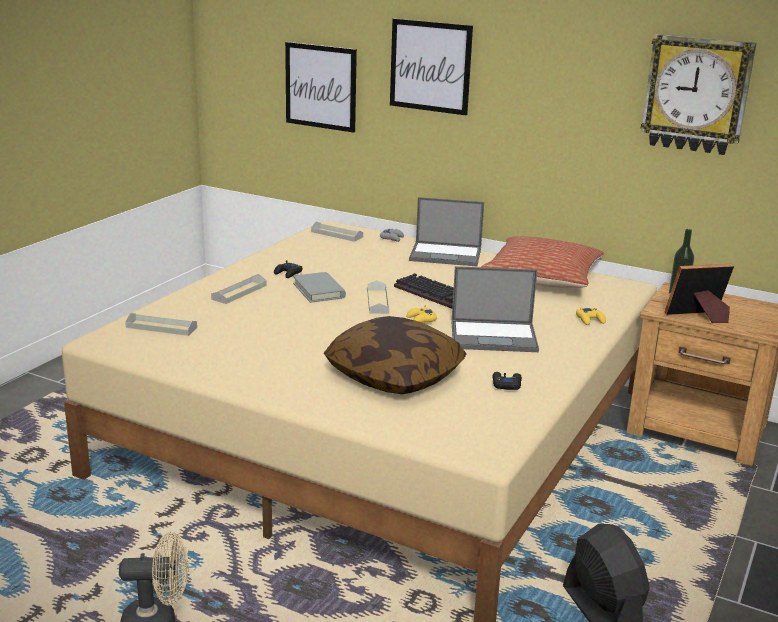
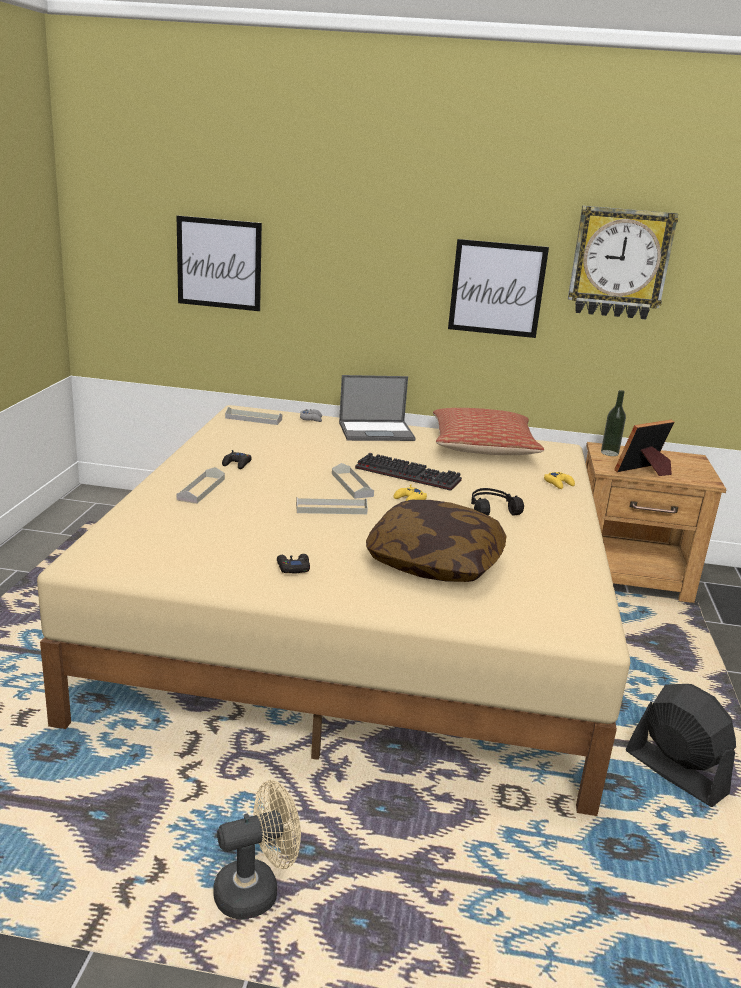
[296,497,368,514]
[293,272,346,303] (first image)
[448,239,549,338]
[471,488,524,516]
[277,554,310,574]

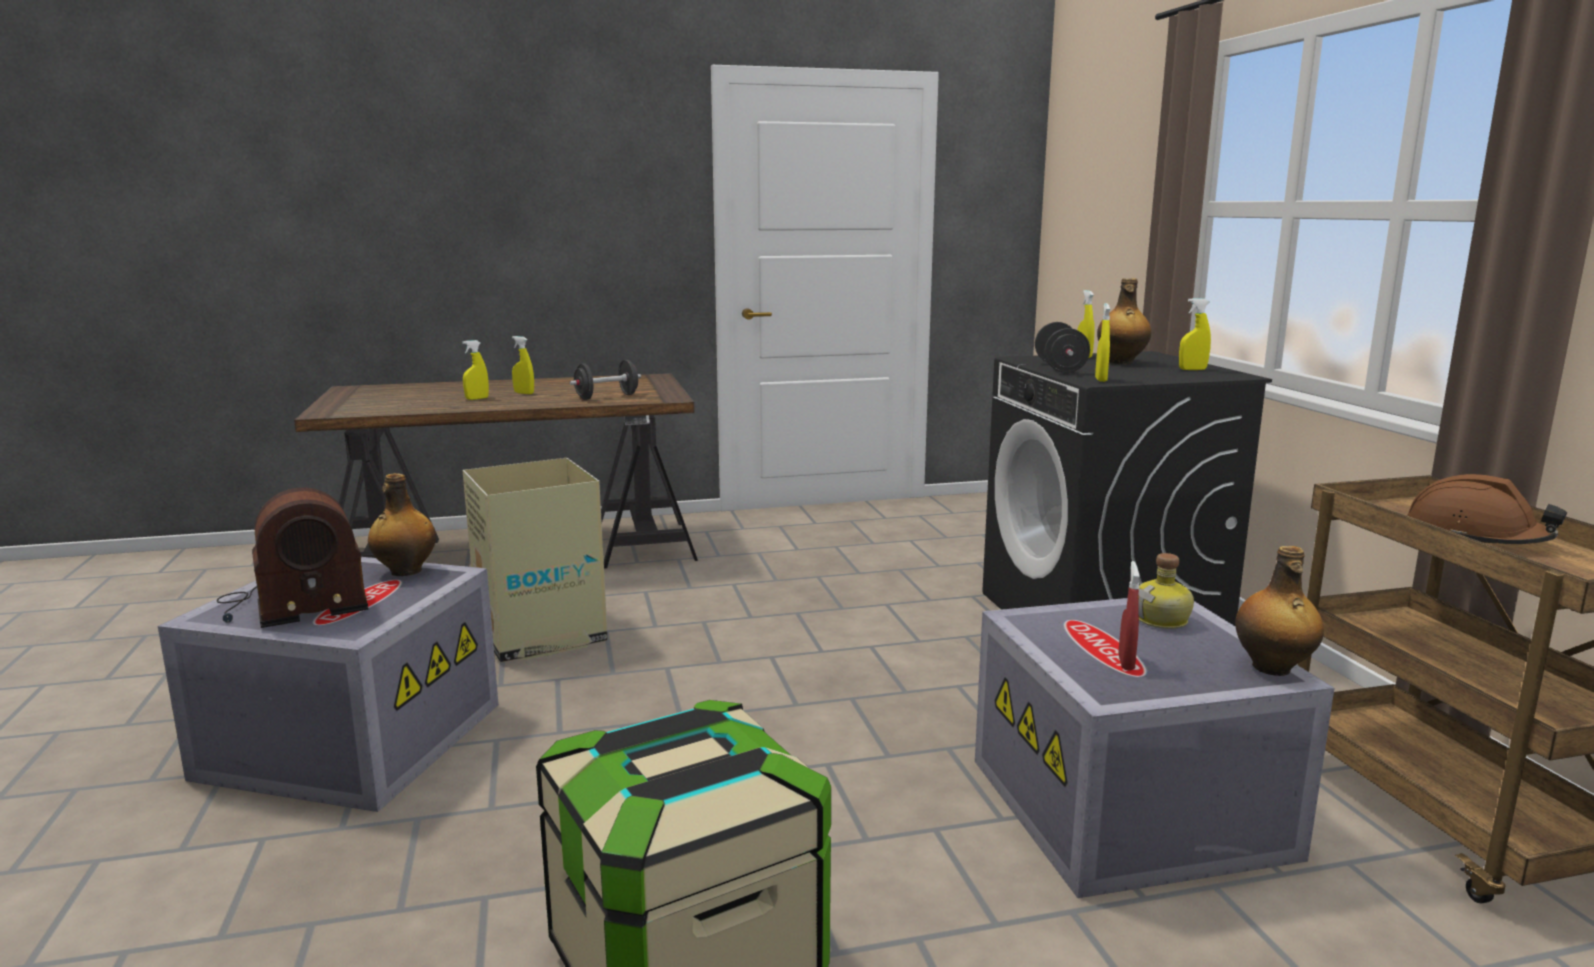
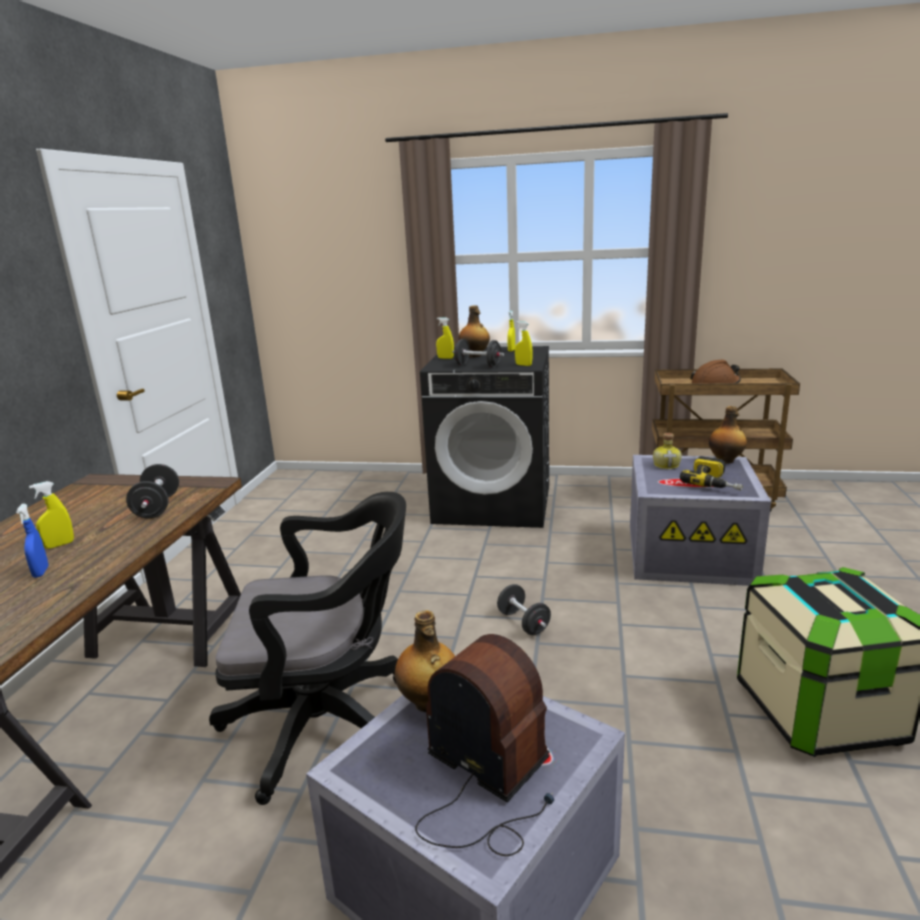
[415,634,554,856]
[16,504,49,578]
[209,492,406,805]
[680,456,743,490]
[497,584,551,635]

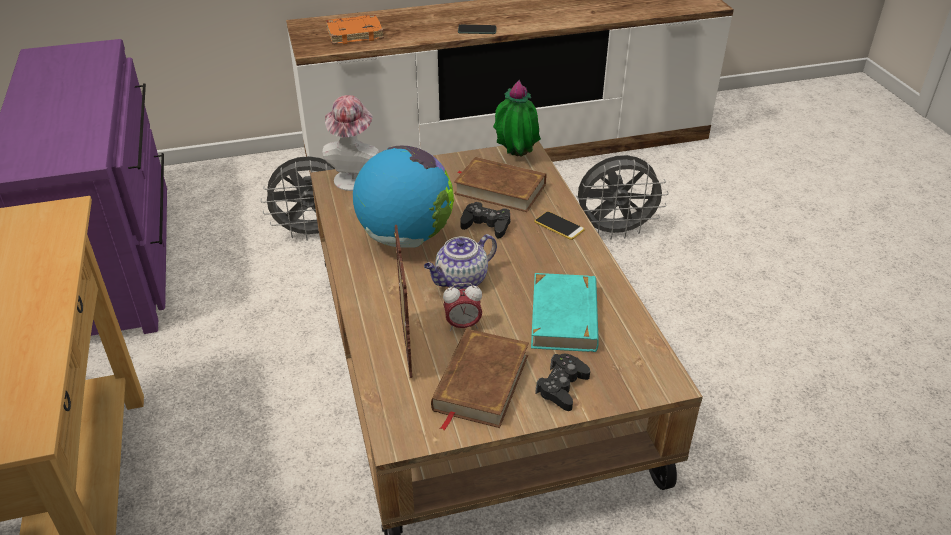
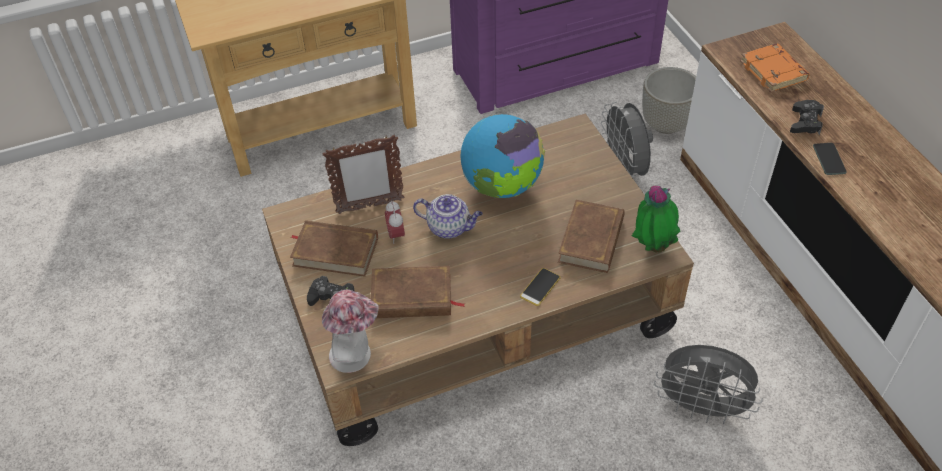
[322,290,378,373]
[413,194,483,239]
[790,100,824,135]
[371,266,465,318]
[654,345,763,424]
[642,67,696,134]

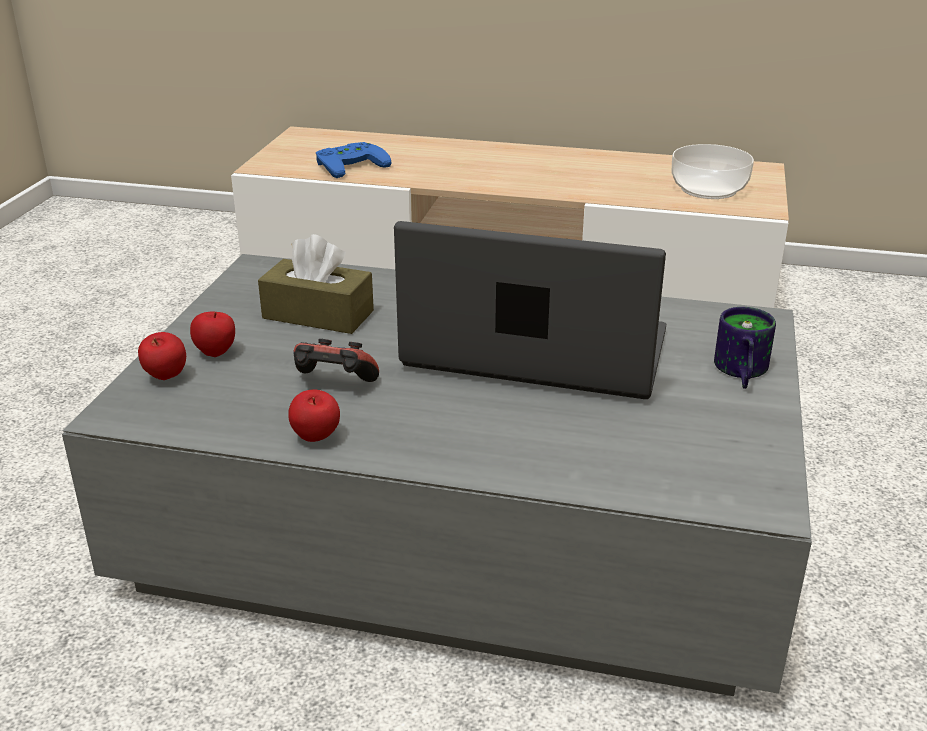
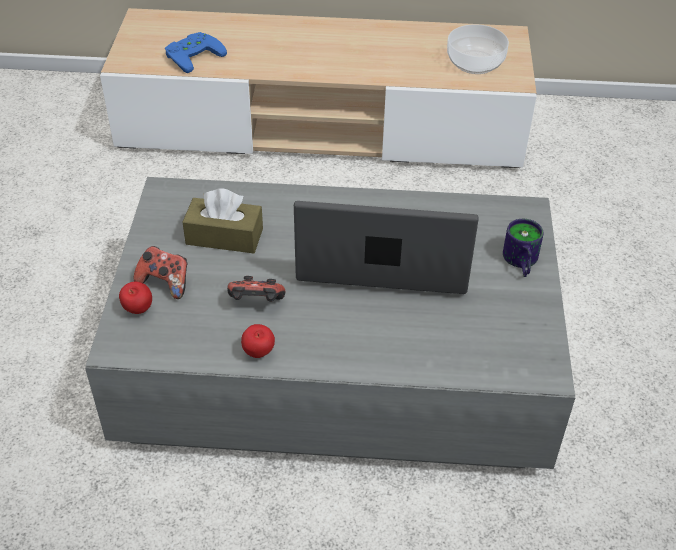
[133,246,187,299]

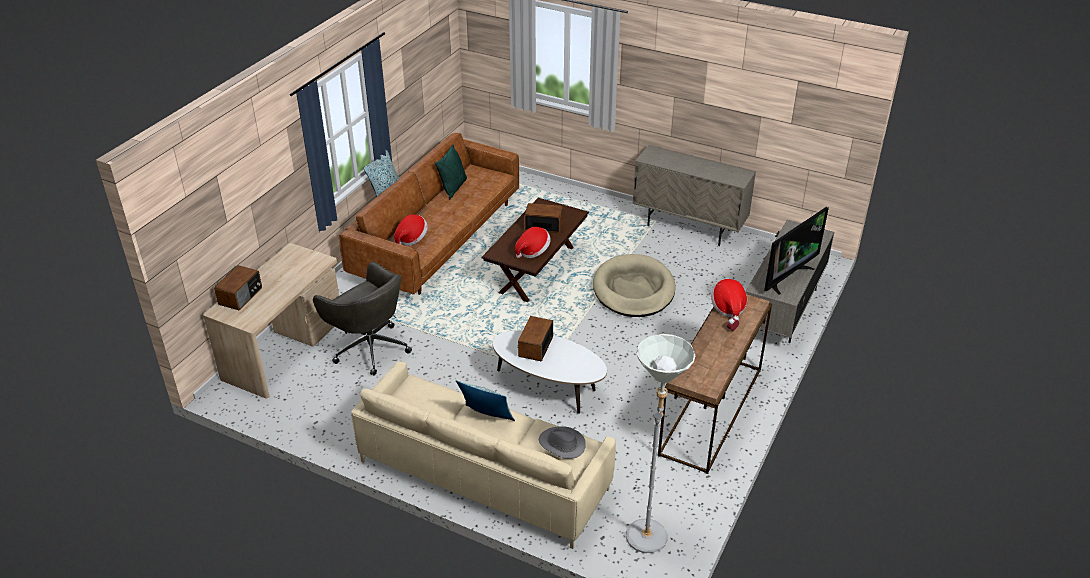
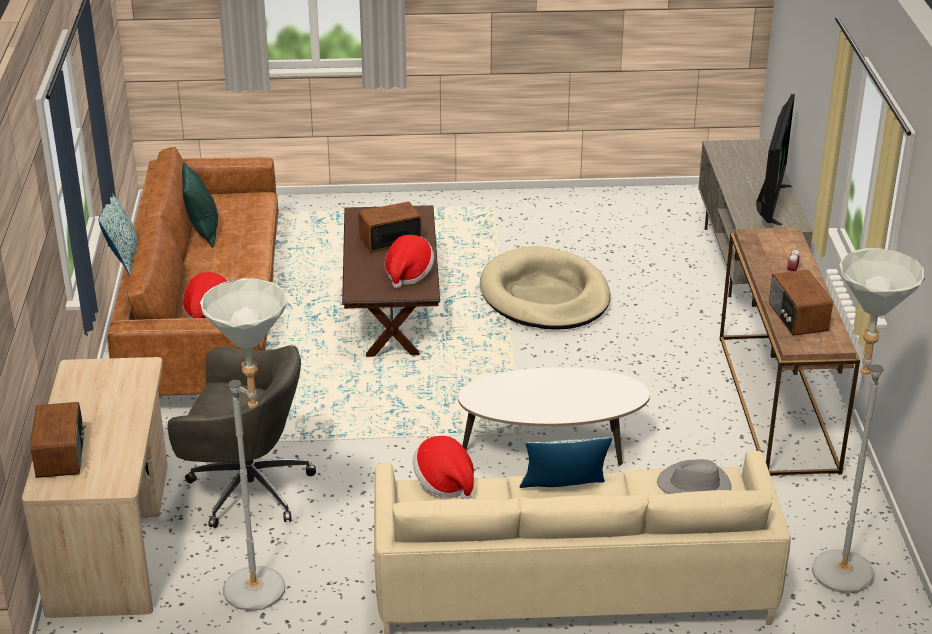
[769,270,833,336]
[632,145,756,246] (first image)
[413,436,474,499]
[200,278,287,611]

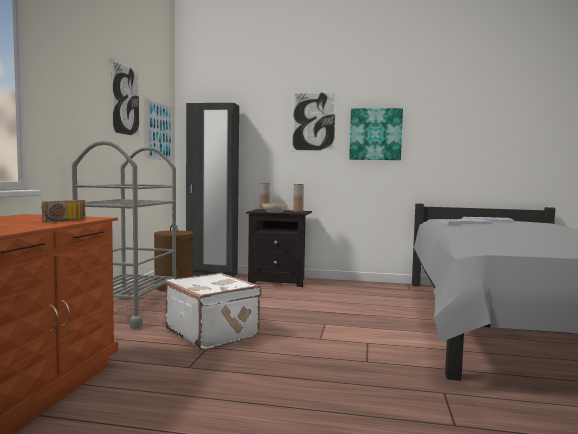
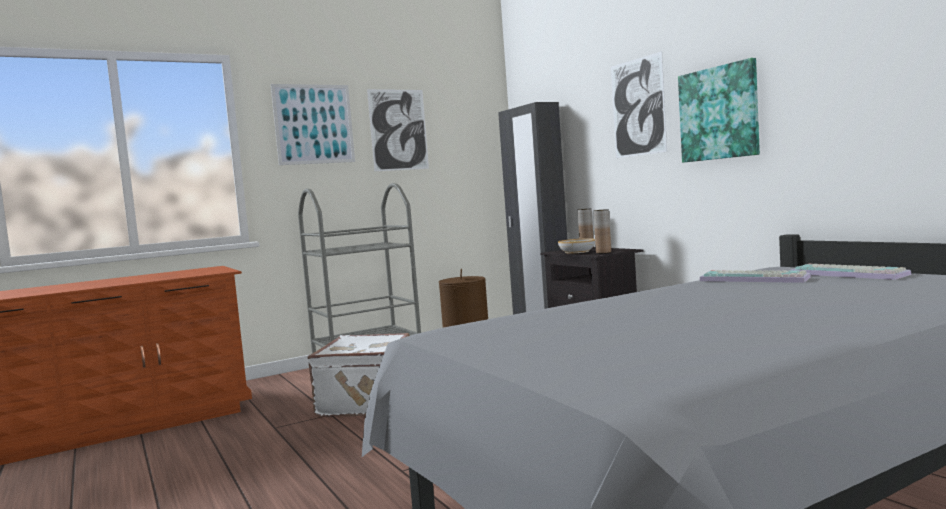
[41,200,85,222] (first image)
[271,84,355,165]

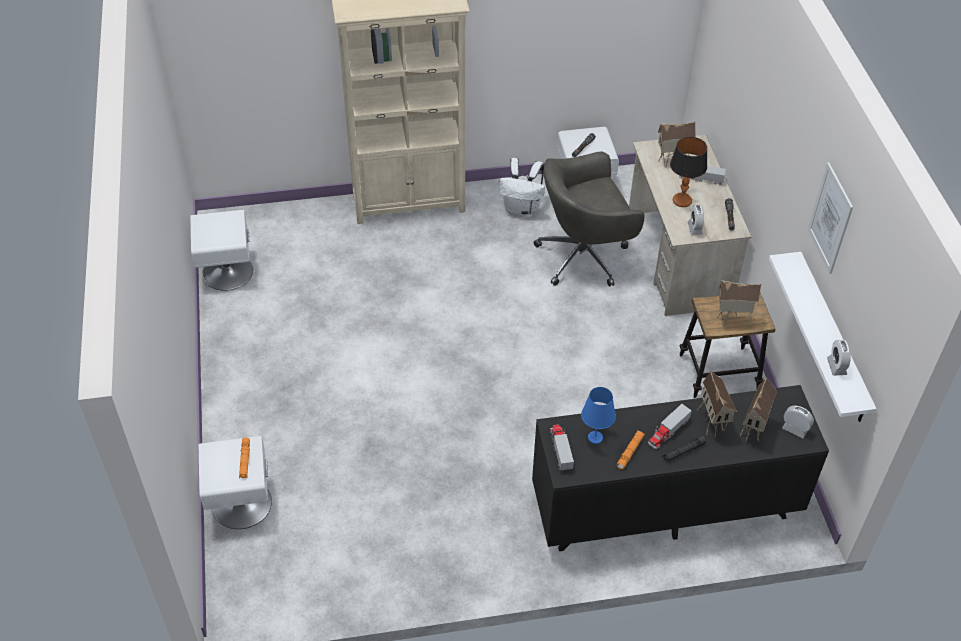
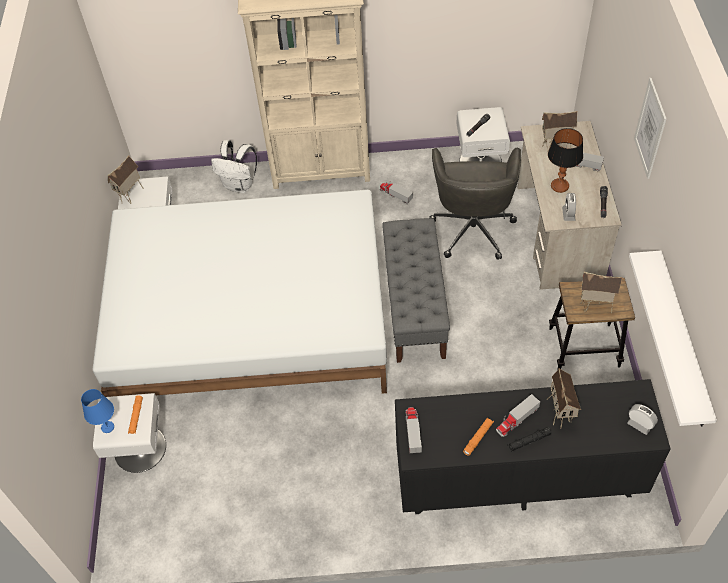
[211,140,257,193]
[429,148,521,260]
[81,389,114,433]
[107,156,144,204]
[634,78,666,179]
[827,340,851,376] (first image)
[93,190,387,397]
[379,181,413,204]
[383,218,450,363]

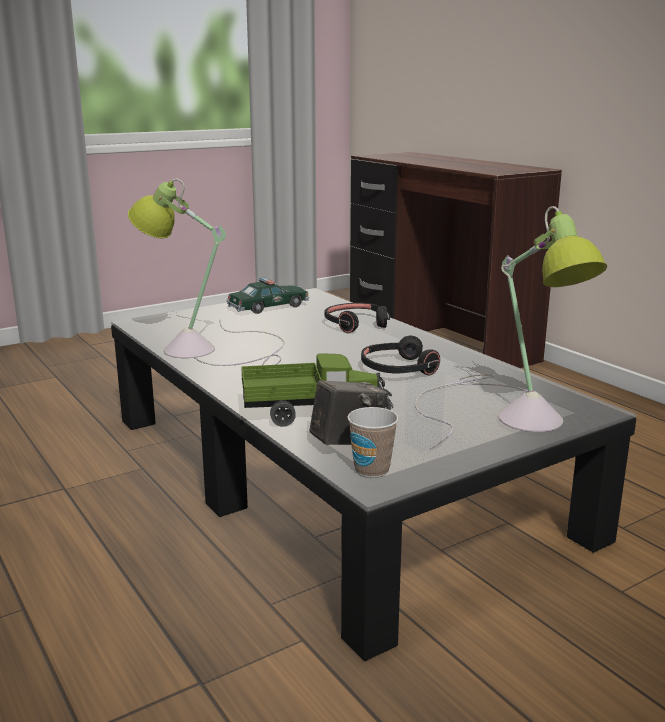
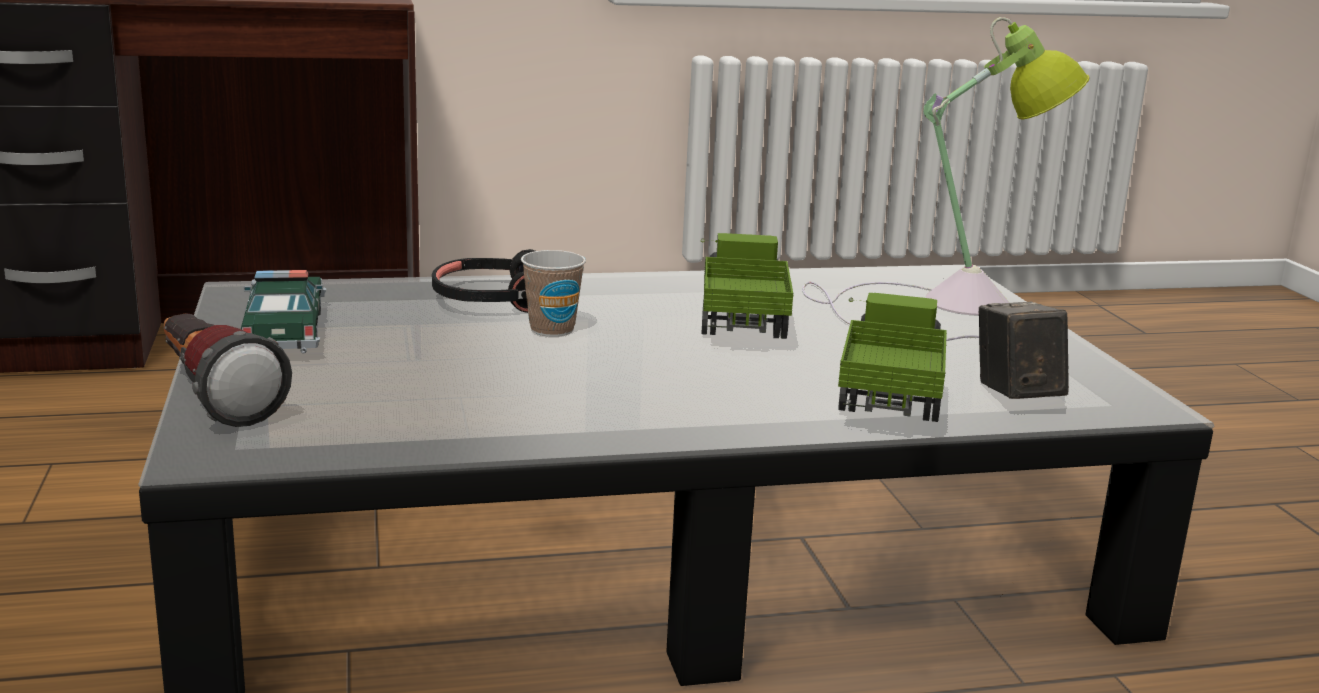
[128,178,285,366] (first image)
[521,250,586,337]
[701,233,794,339]
[164,313,292,427]

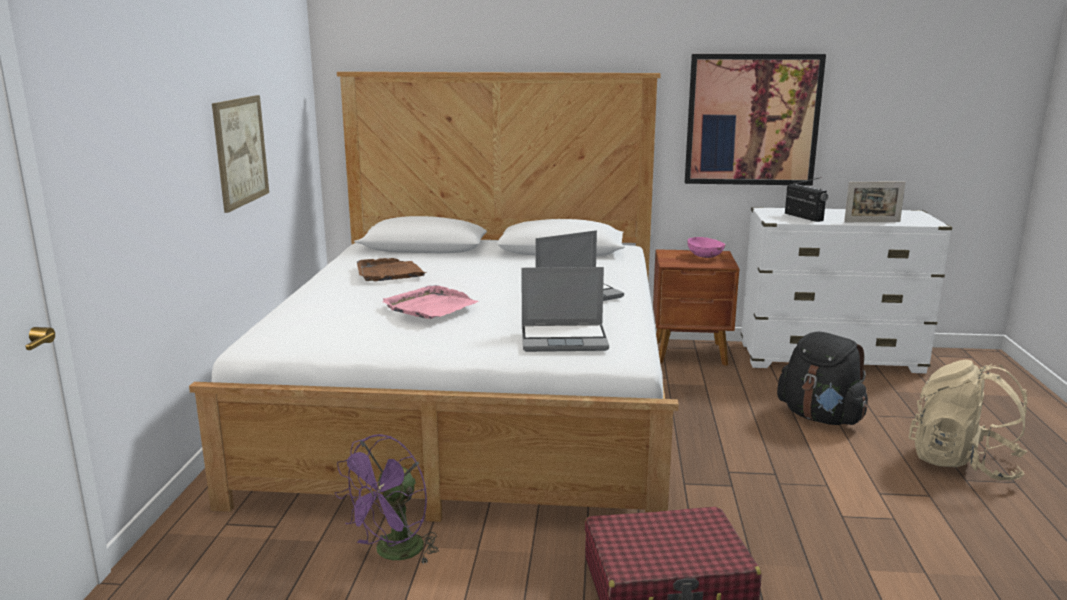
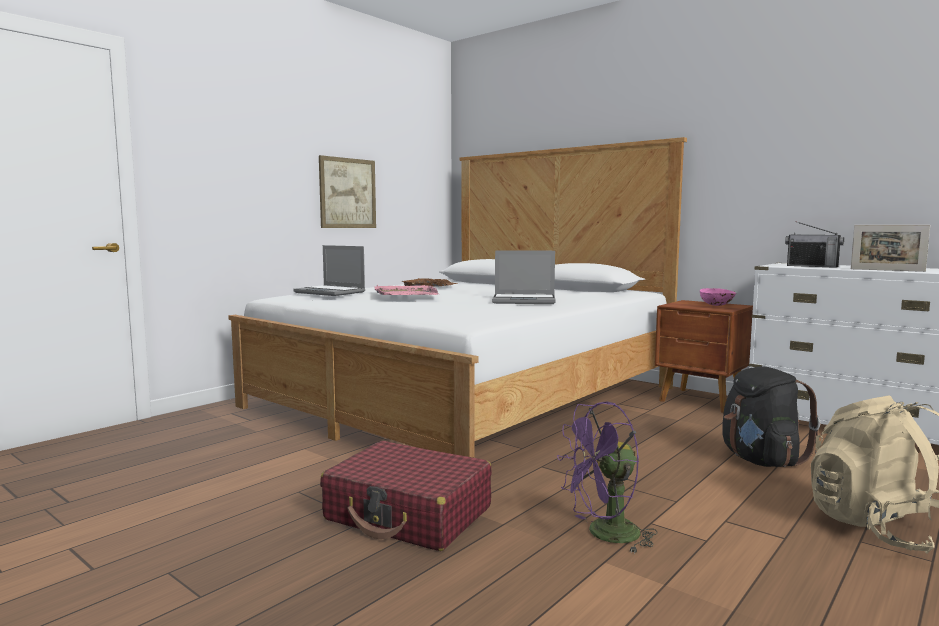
[557,401,658,554]
[293,245,365,296]
[685,54,826,186] (first image)
[785,221,844,268]

